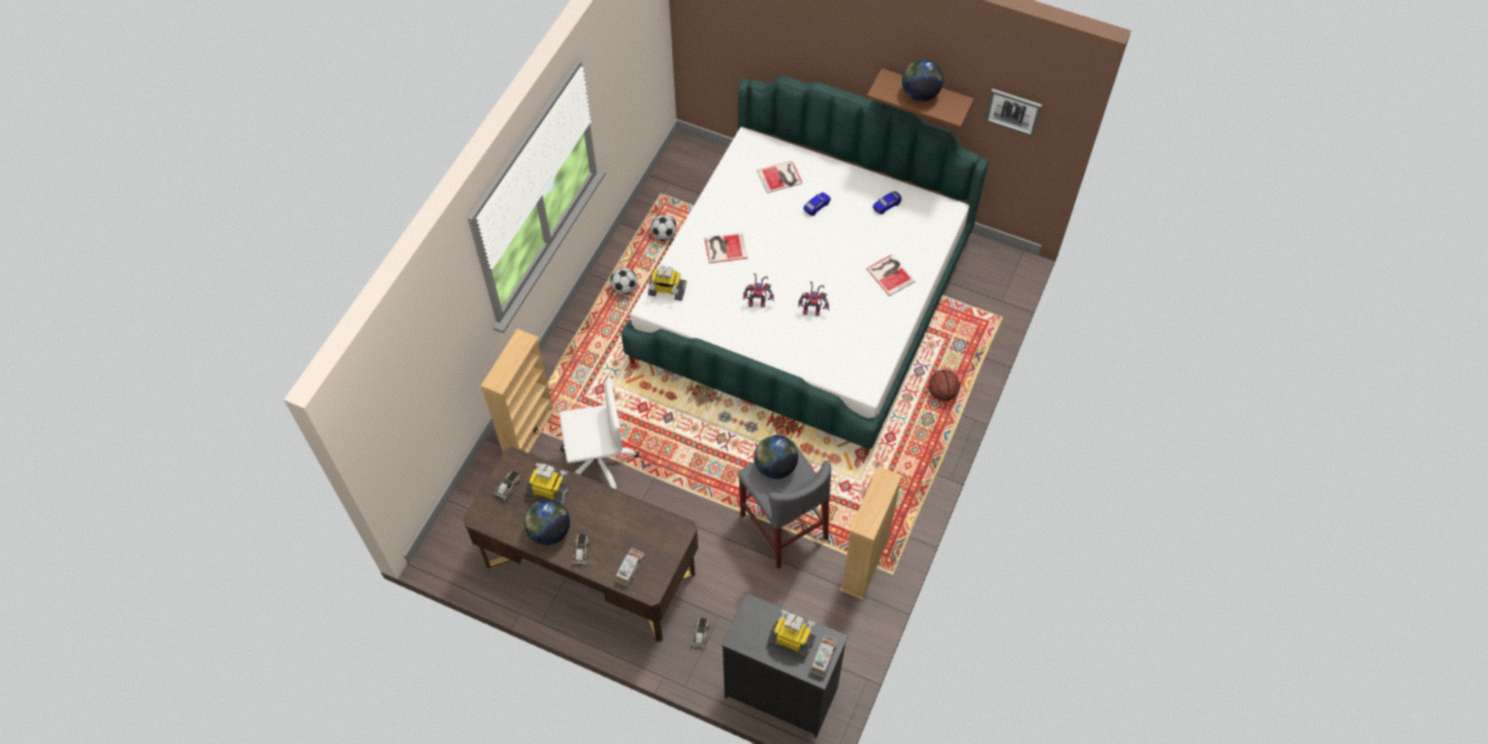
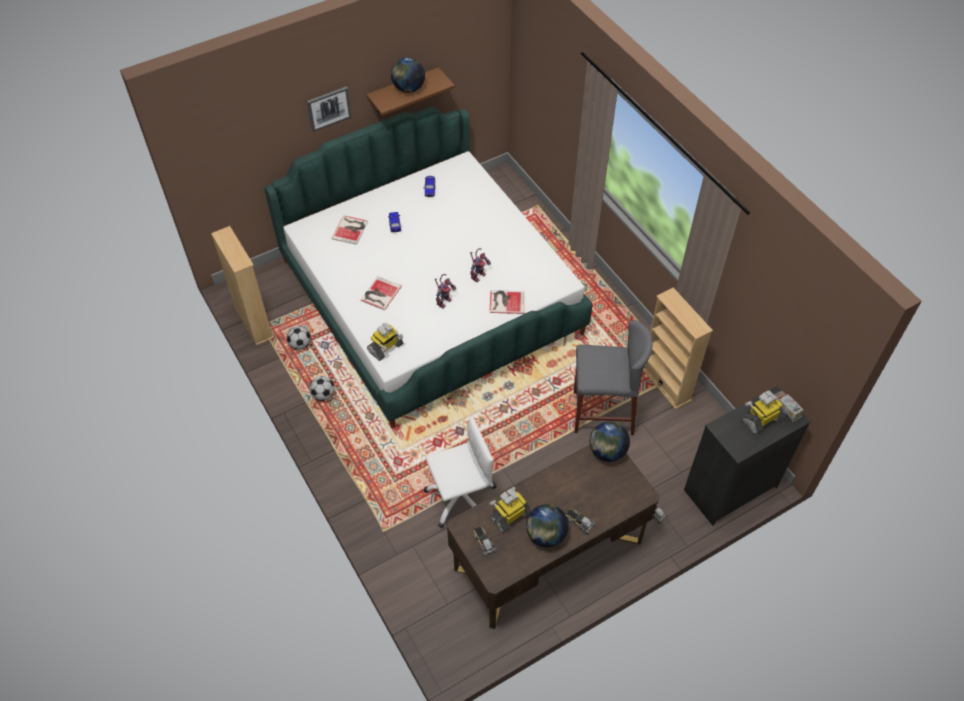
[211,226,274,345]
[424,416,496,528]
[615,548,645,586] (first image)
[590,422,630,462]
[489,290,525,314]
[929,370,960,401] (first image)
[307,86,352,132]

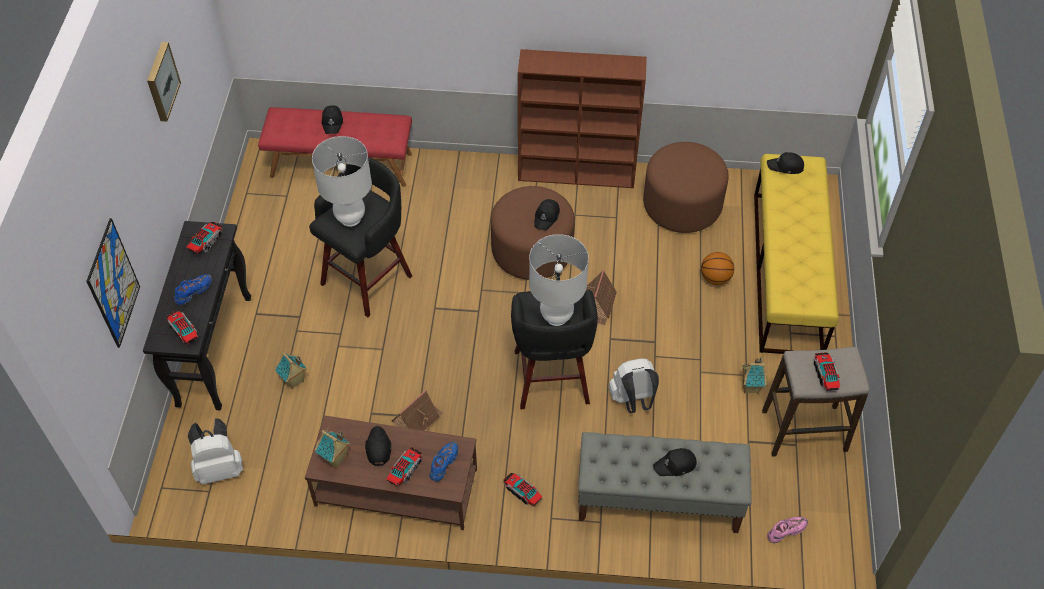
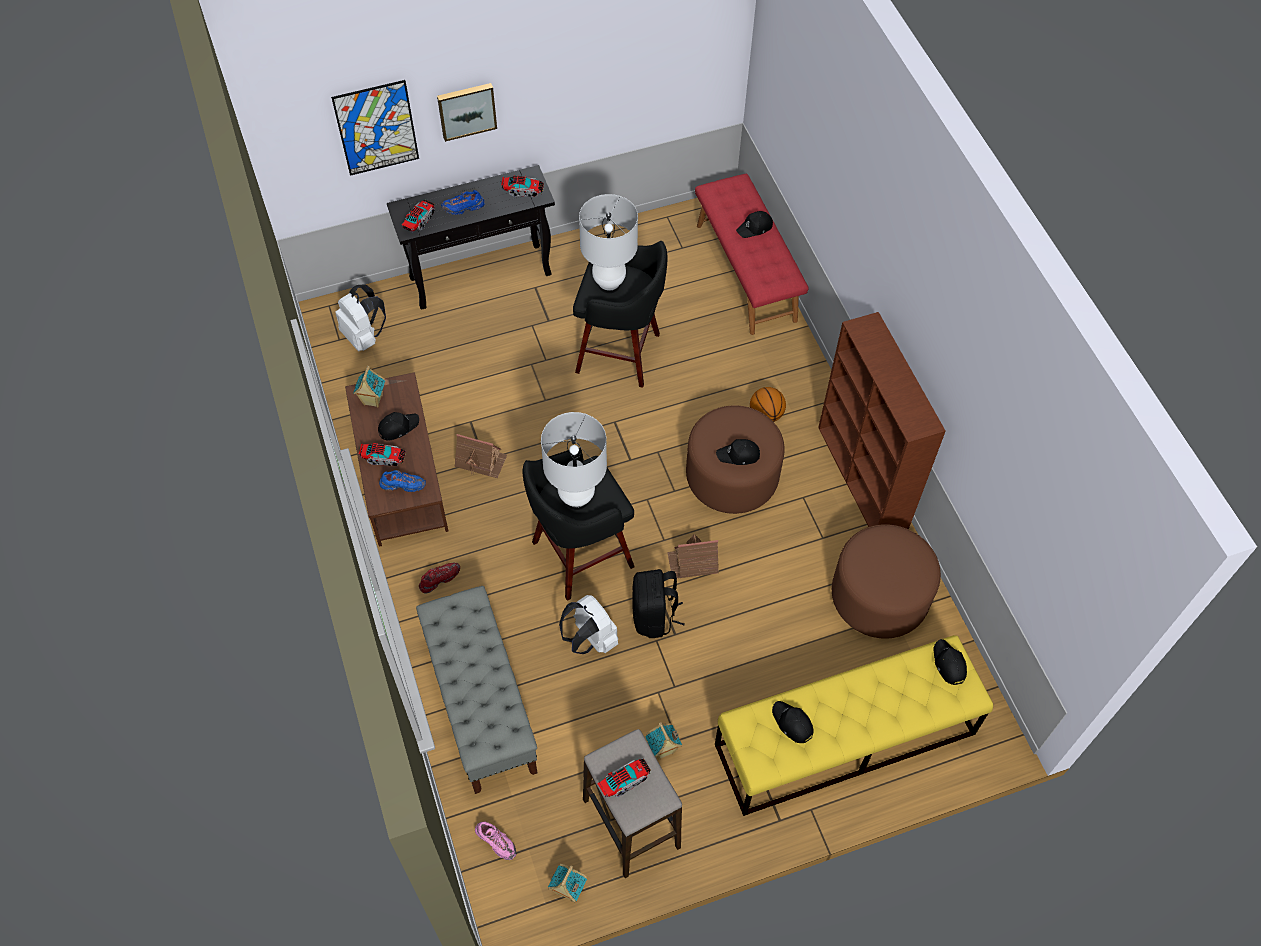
[437,83,497,142]
[441,190,485,215]
[548,864,587,902]
[419,563,460,594]
[772,701,814,743]
[750,387,786,422]
[632,569,685,638]

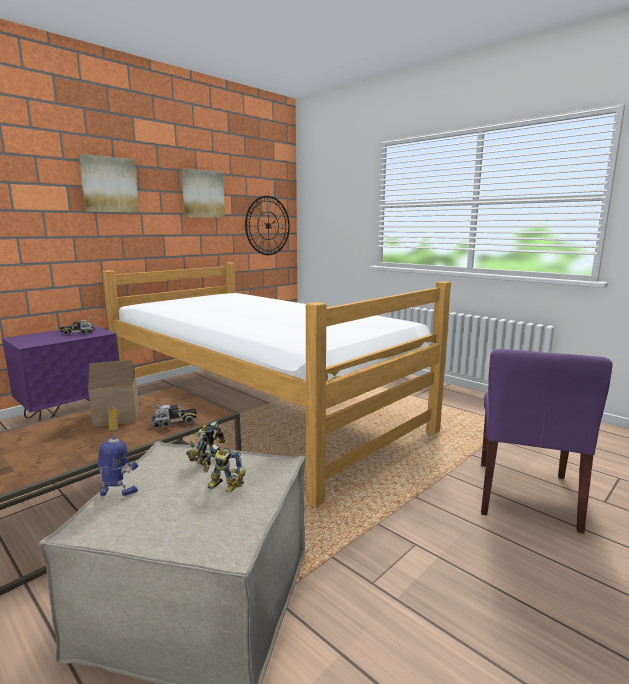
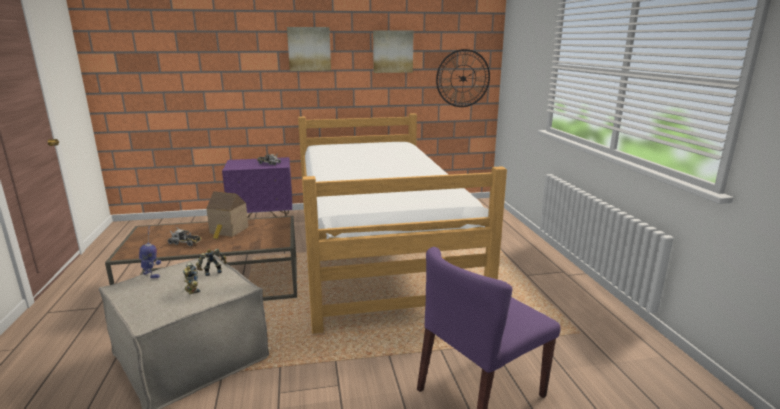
[168,227,201,246]

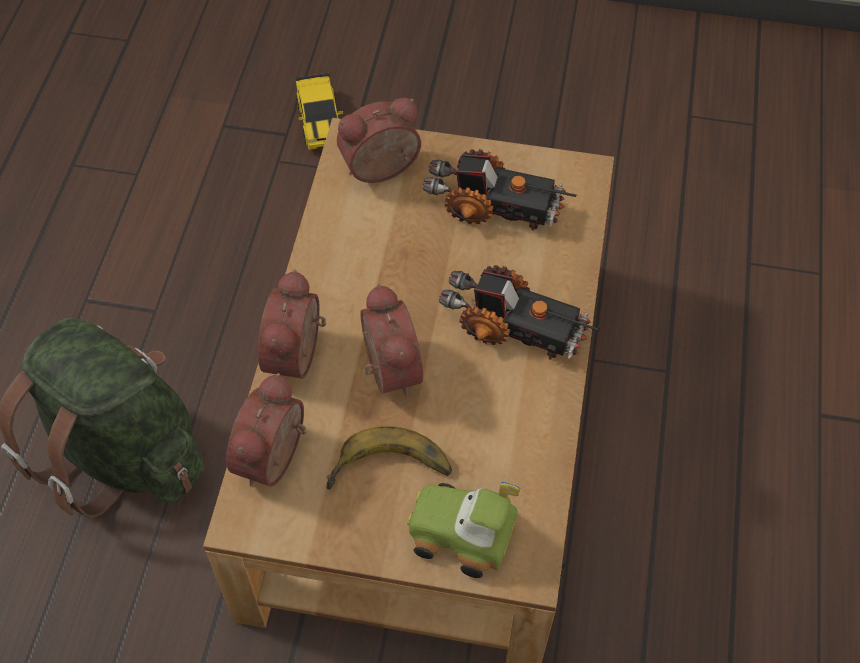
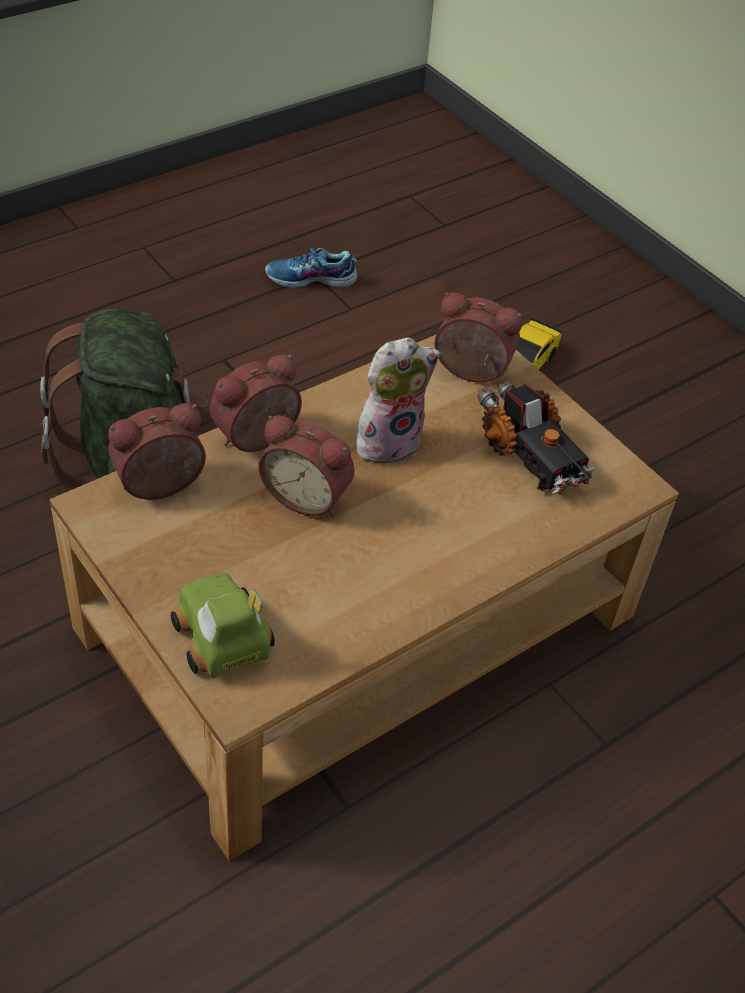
[326,426,452,489] (first image)
[258,415,354,516]
[439,265,600,360] (first image)
[265,248,357,288]
[356,337,440,463]

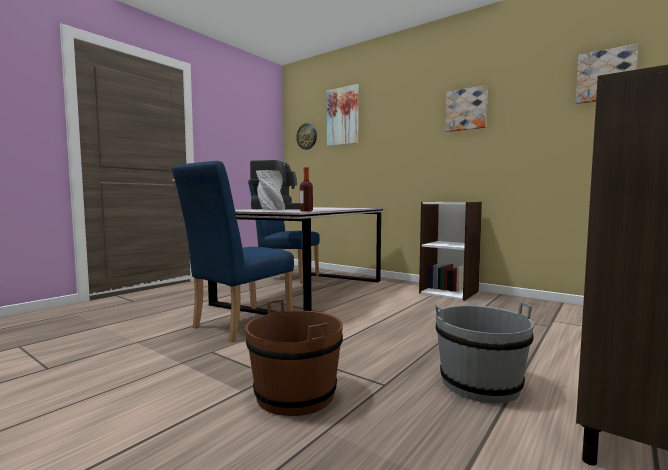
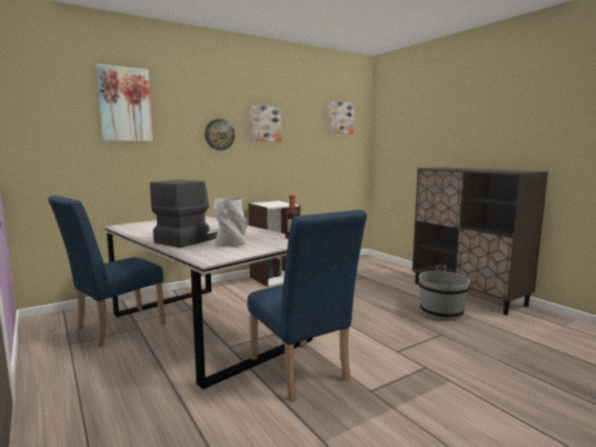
[245,299,343,416] (first image)
[205,119,235,150]

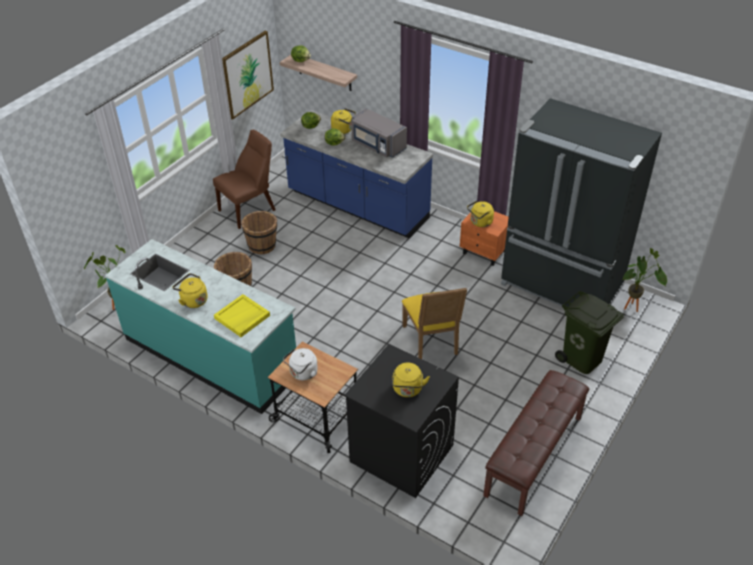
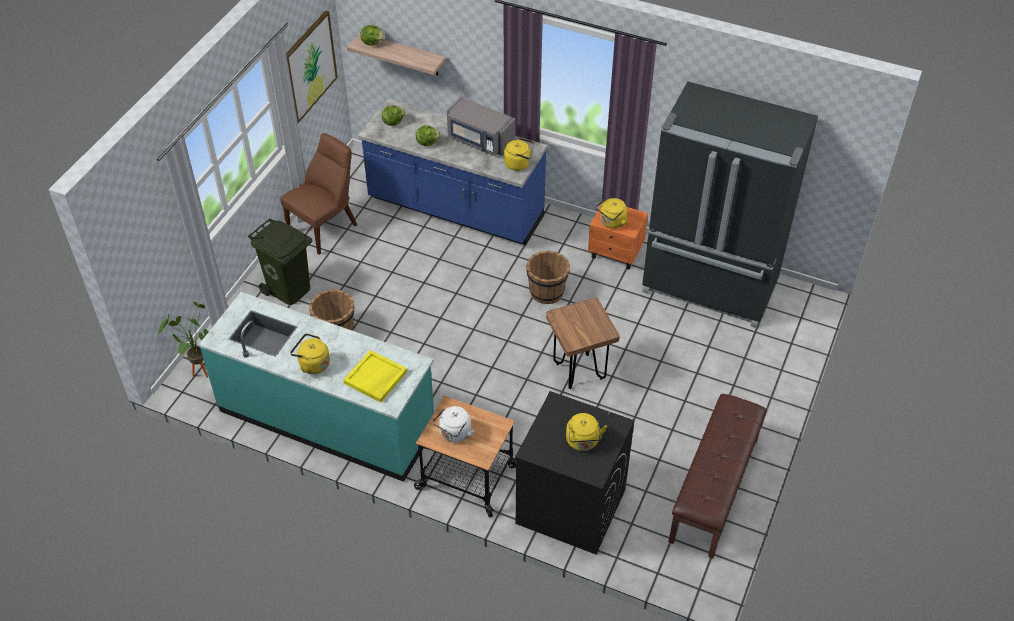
[526,251,570,304]
[504,138,534,171]
[546,297,619,389]
[248,218,312,305]
[622,248,667,312] (first image)

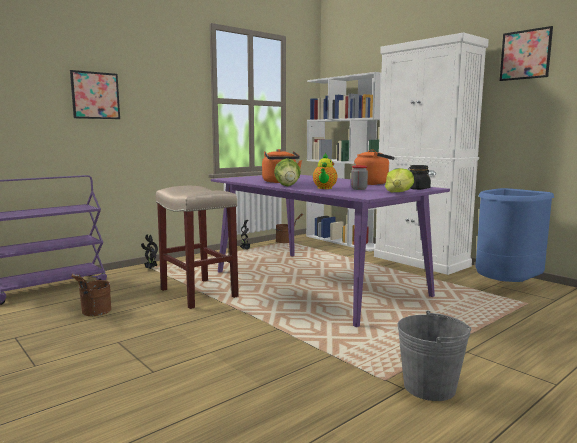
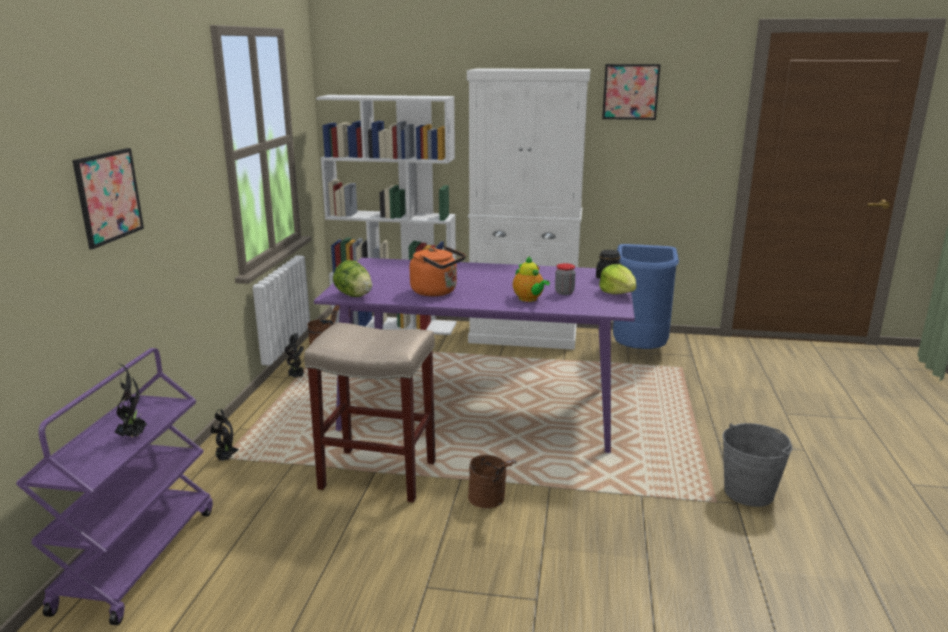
[468,455,517,508]
[333,260,372,297]
[354,149,395,185] (first image)
[113,363,147,437]

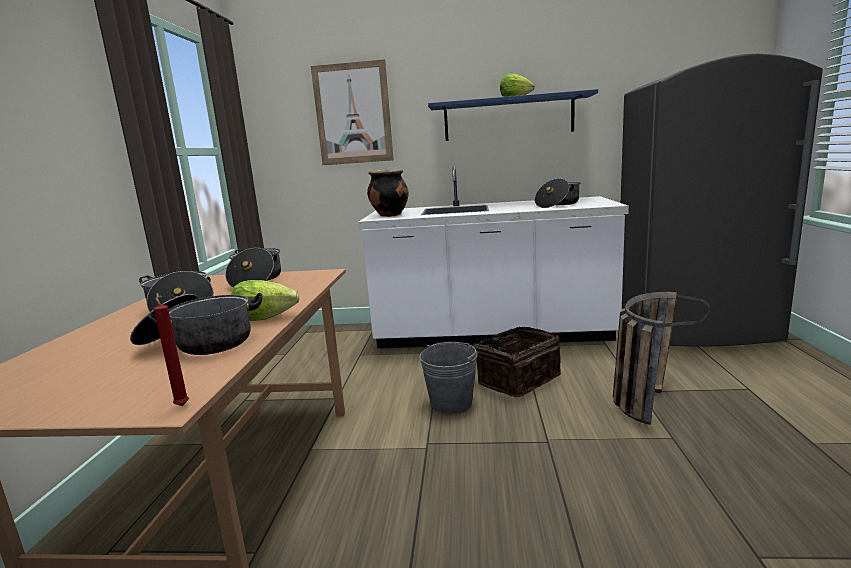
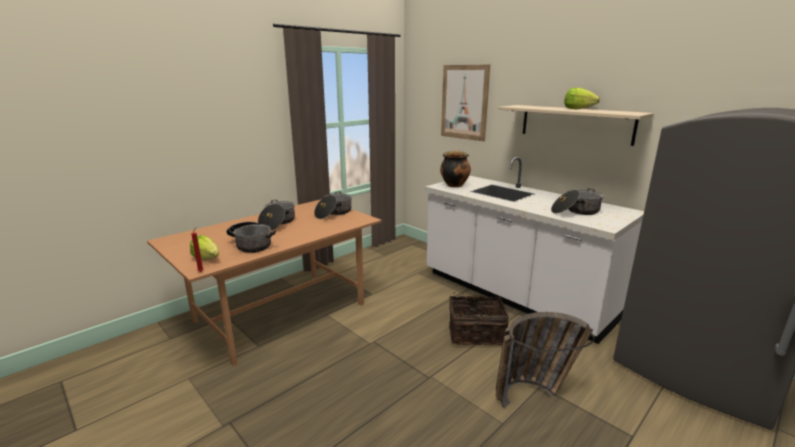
[190,235,219,260]
[419,342,478,414] (first image)
[498,105,654,146]

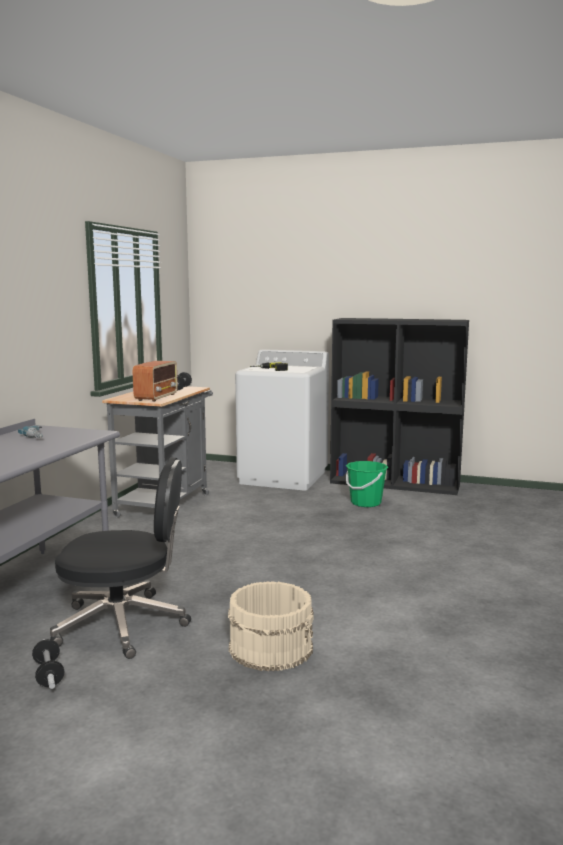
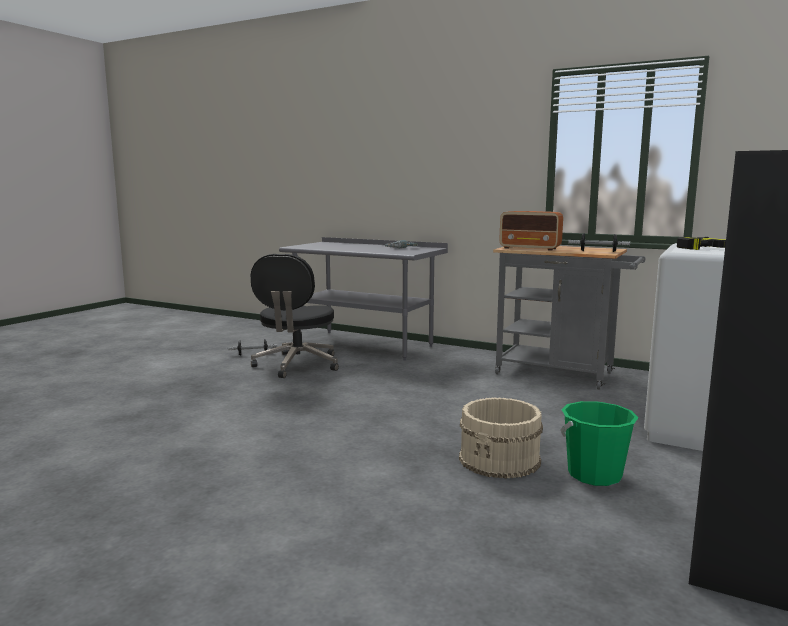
[459,397,543,479]

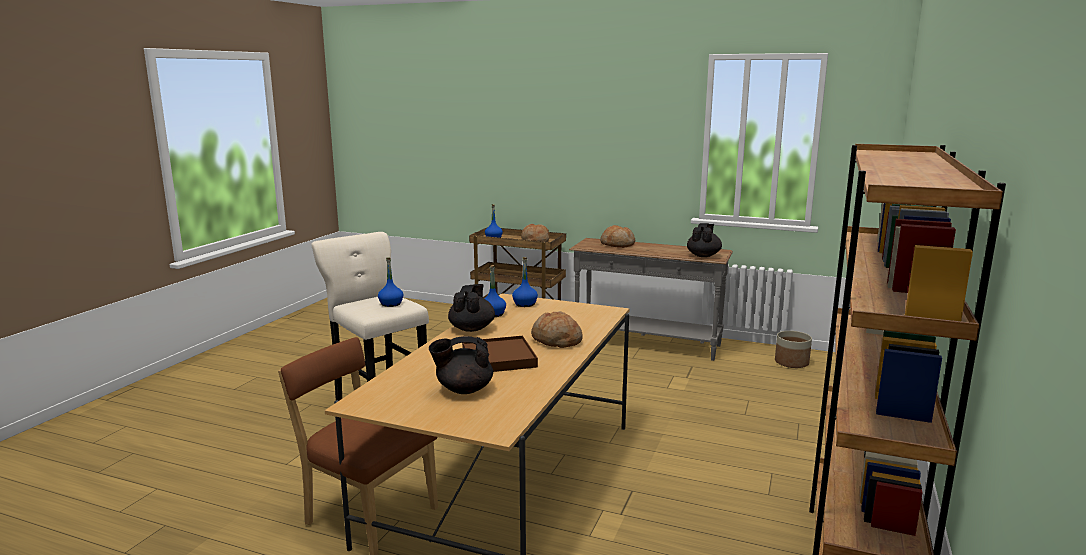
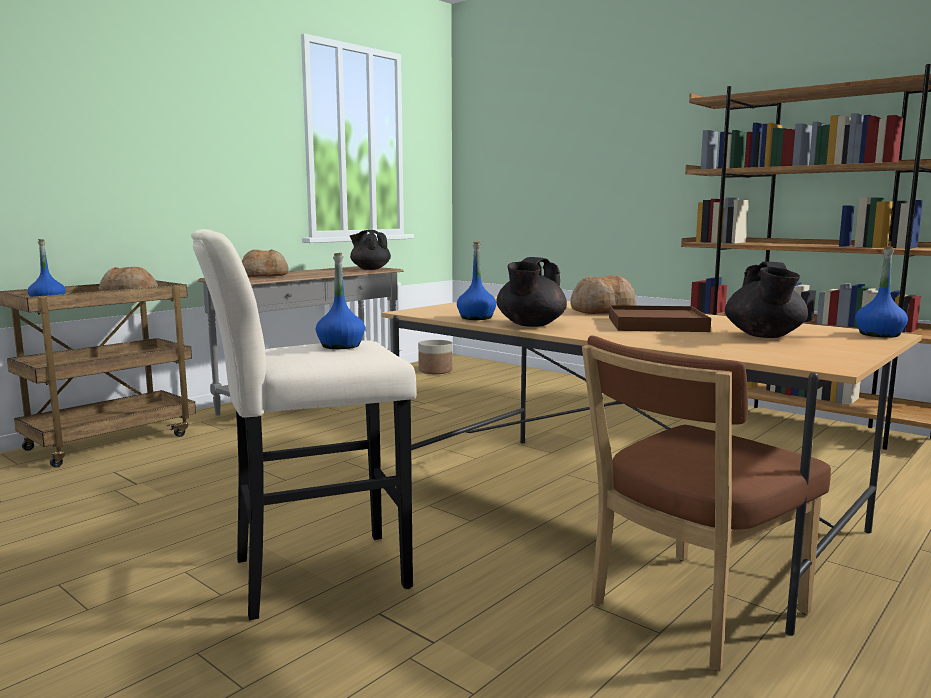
[496,257,567,327]
[855,246,908,338]

